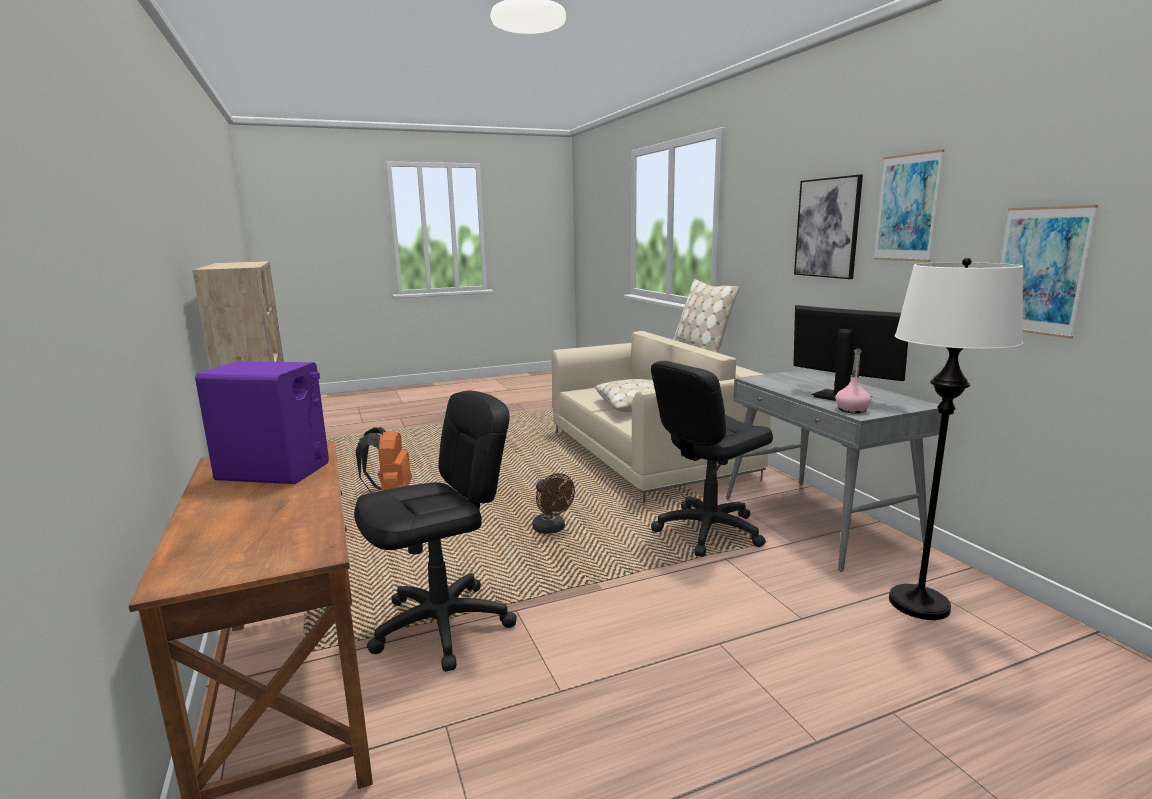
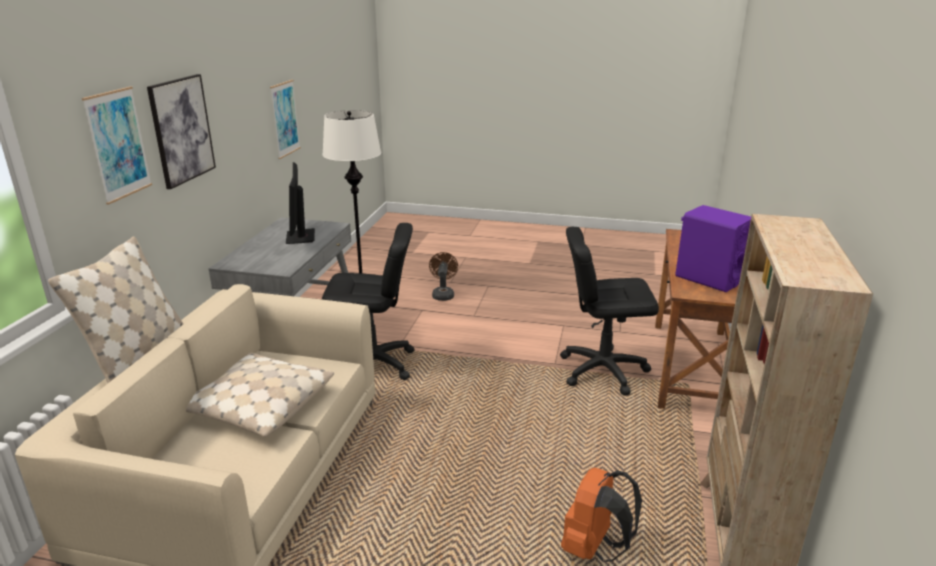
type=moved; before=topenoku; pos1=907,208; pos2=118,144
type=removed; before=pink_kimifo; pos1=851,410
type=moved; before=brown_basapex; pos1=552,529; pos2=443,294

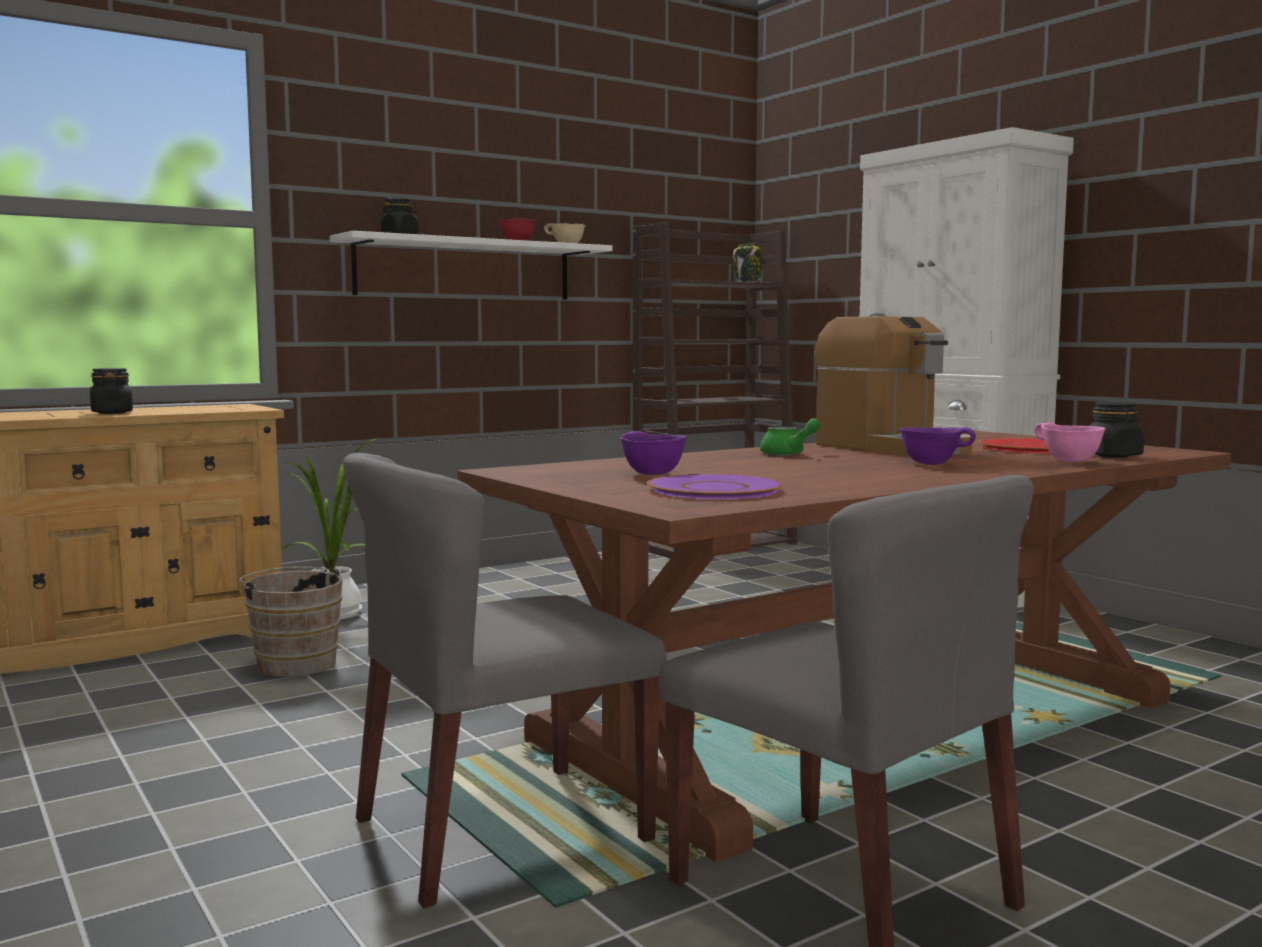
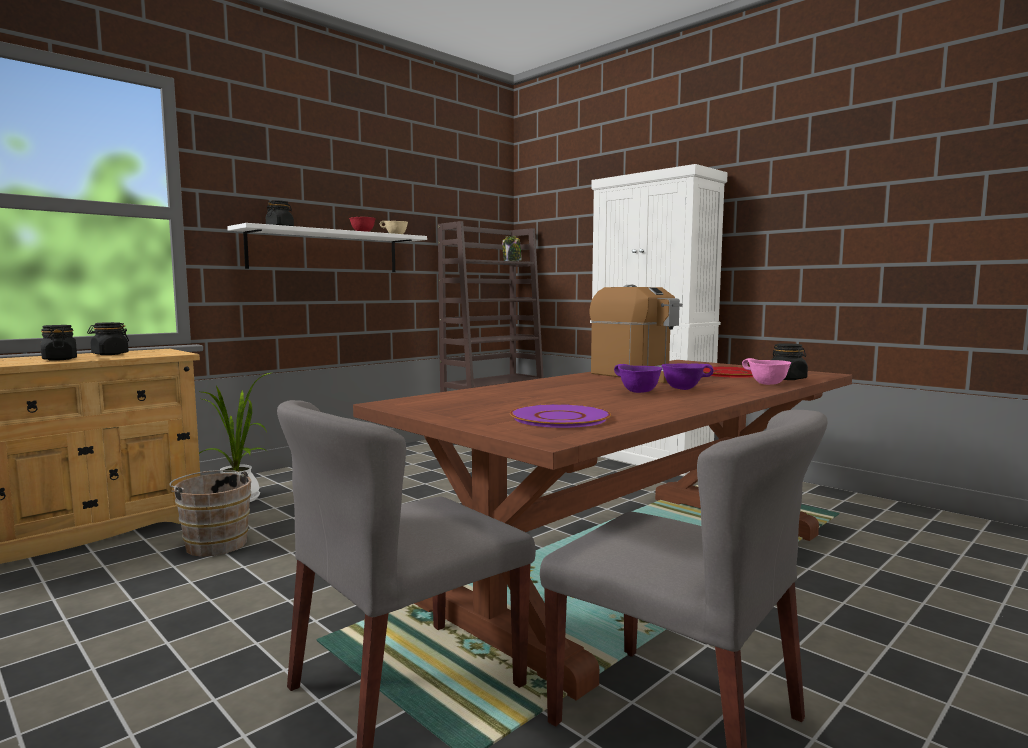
type=removed; before=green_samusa; pos1=789,454
type=moved; before=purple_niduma; pos1=650,474; pos2=637,392
type=added; after=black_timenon; pos2=110,354

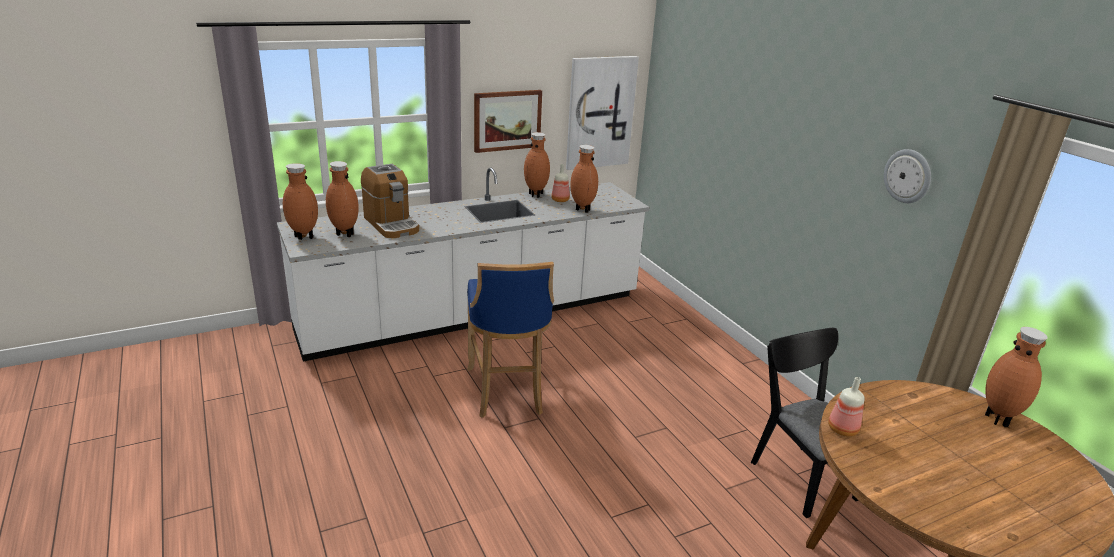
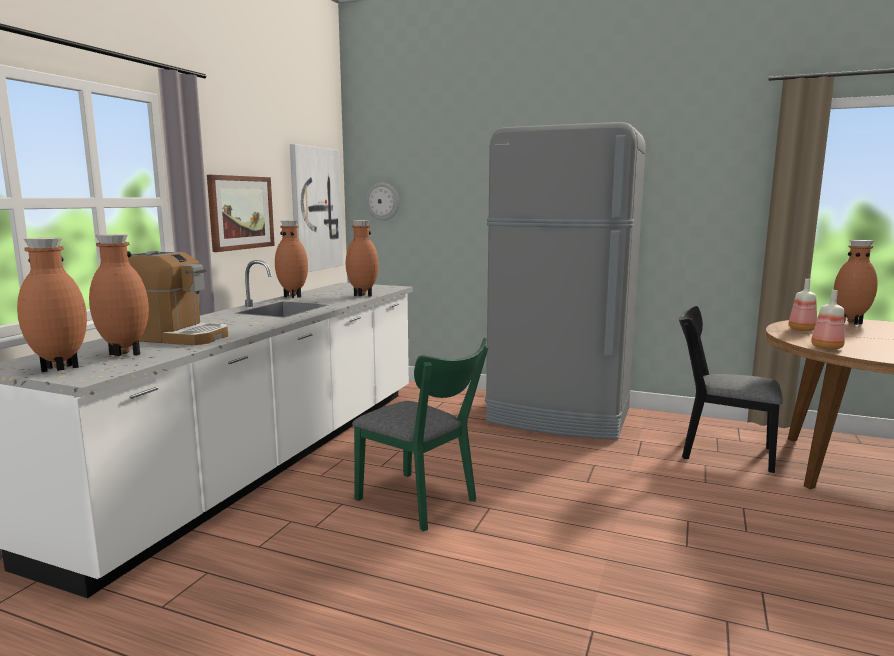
type=moved; before=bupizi; pos1=908,176; pos2=383,201
type=moved; before=kimifo; pos1=560,200; pos2=802,329
type=replaced; before=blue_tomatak; after=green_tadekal; pos1=507,392; pos2=422,502
type=added; after=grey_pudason; pos2=559,416

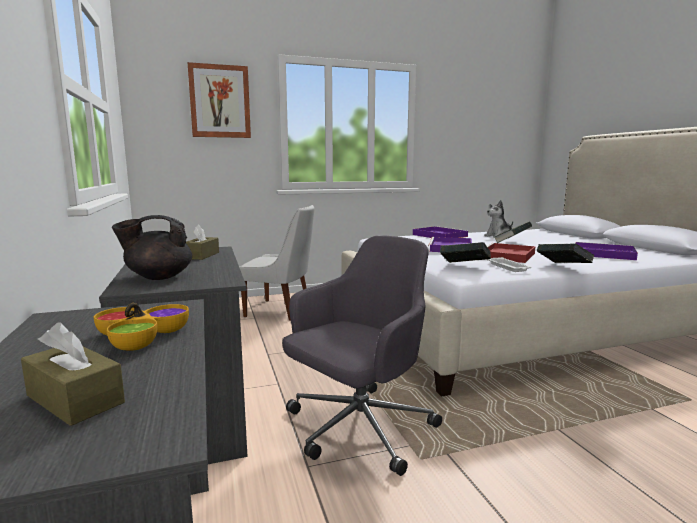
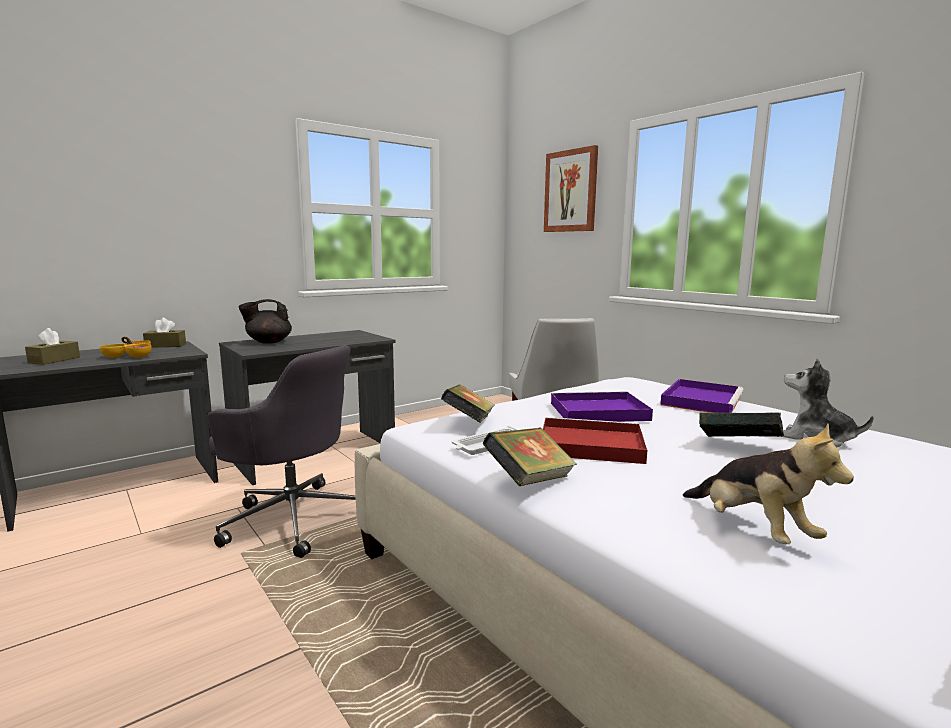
type=turned; before=black_samusa; pos1=158,277; pos2=268,342; turn=-75
type=moved; before=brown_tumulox; pos1=202,255; pos2=165,345
type=replaced; before=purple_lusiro; after=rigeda; pos1=602,254; pos2=752,530

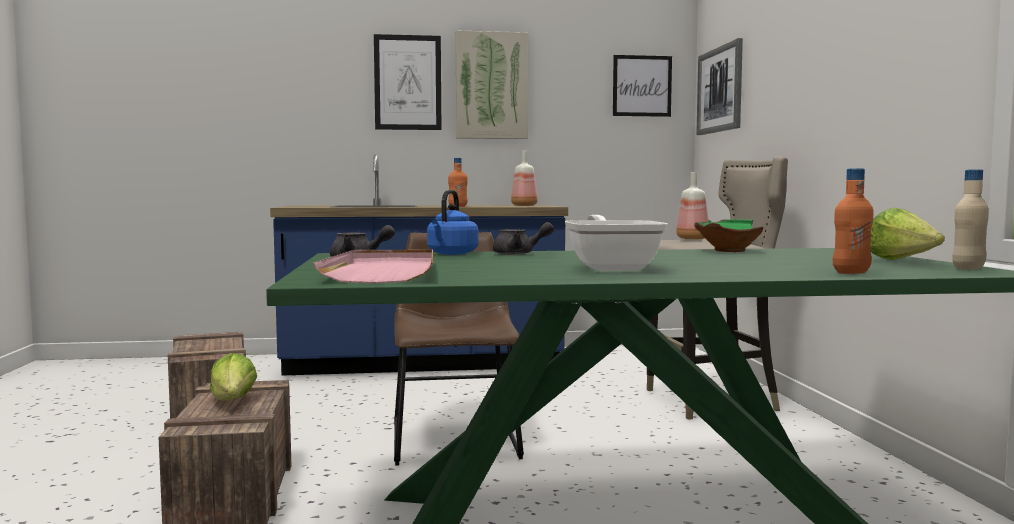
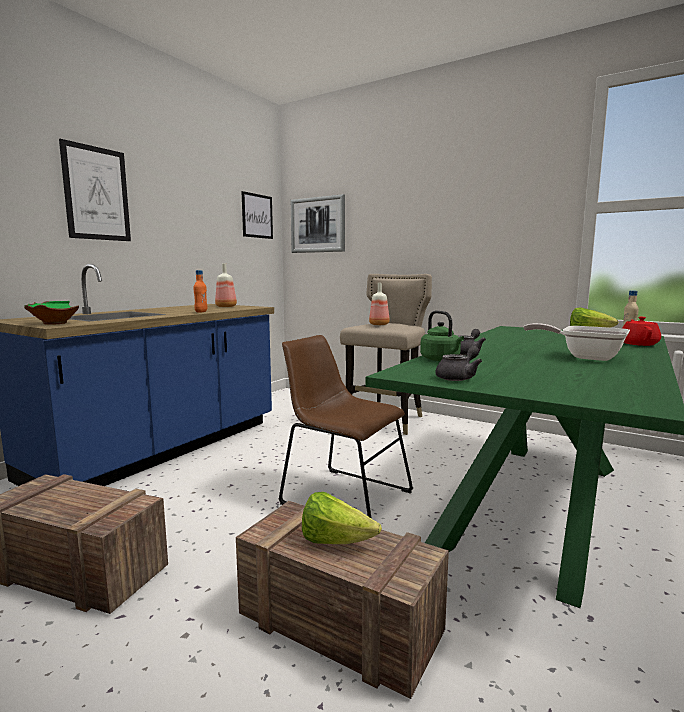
type=removed; before=topenoku; pos1=491,86
type=replaced; before=orange_kimifo; after=red_samusa; pos1=851,272; pos2=638,344
type=recoloured; before=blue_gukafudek; after=green_gukafudek; pos1=451,254; pos2=441,359
type=moved; before=green_niduma; pos1=726,251; pos2=53,323
type=removed; before=pink_lusiro; pos1=384,272

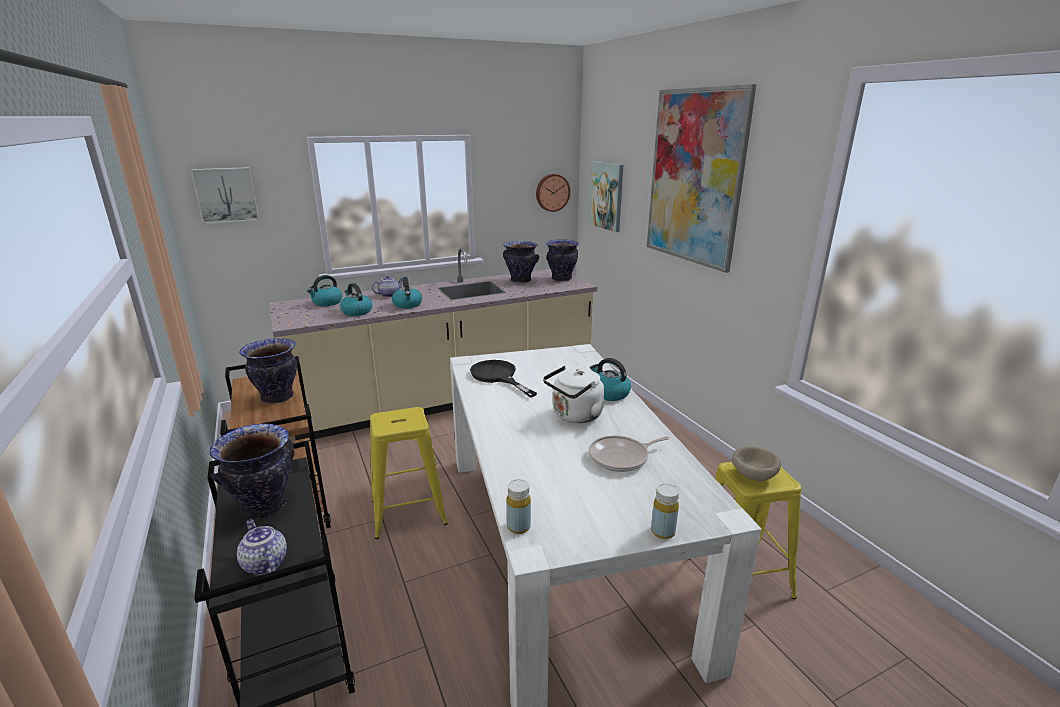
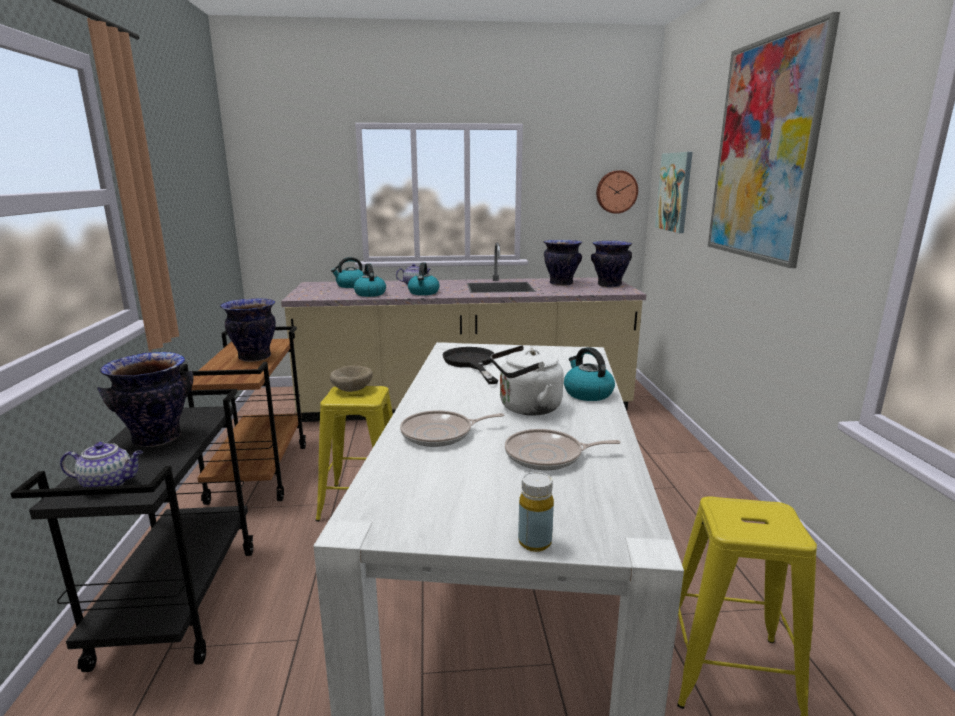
type=removed; before=topenoku; pos1=226,195
type=moved; before=beige_niduma; pos1=752,475; pos2=351,389
type=removed; before=yellow_kimifo; pos1=518,527
type=turned; before=samusa; pos1=264,563; pos2=109,484; turn=105
type=added; after=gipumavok; pos2=440,434

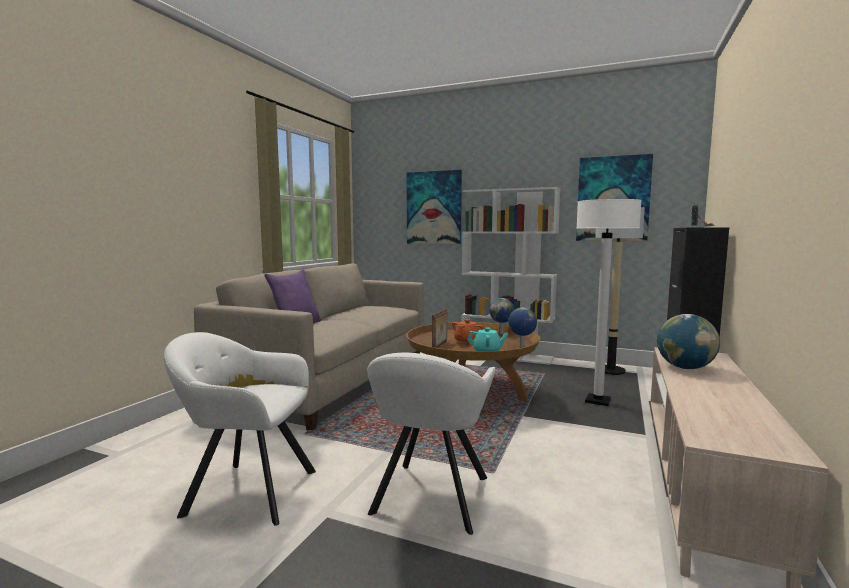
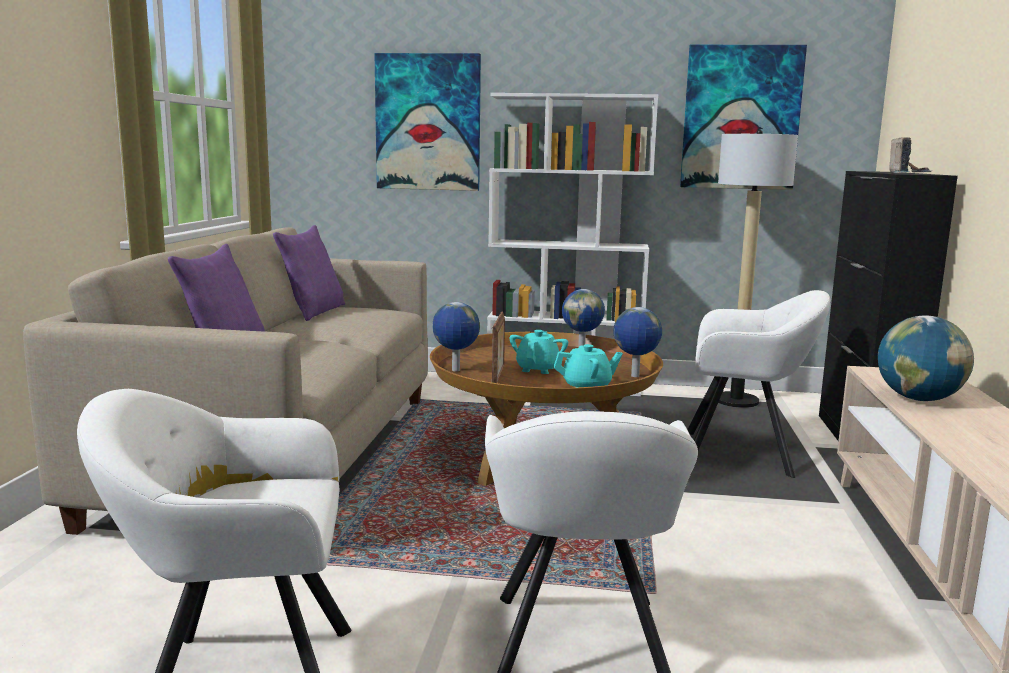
type=replaced; before=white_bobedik; after=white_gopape; pos1=598,401; pos2=744,453
type=recoloured; before=orange_samusa; after=turquoise_samusa; pos1=467,342; pos2=538,369
type=added; after=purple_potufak; pos2=313,311
type=added; after=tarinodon; pos2=455,370

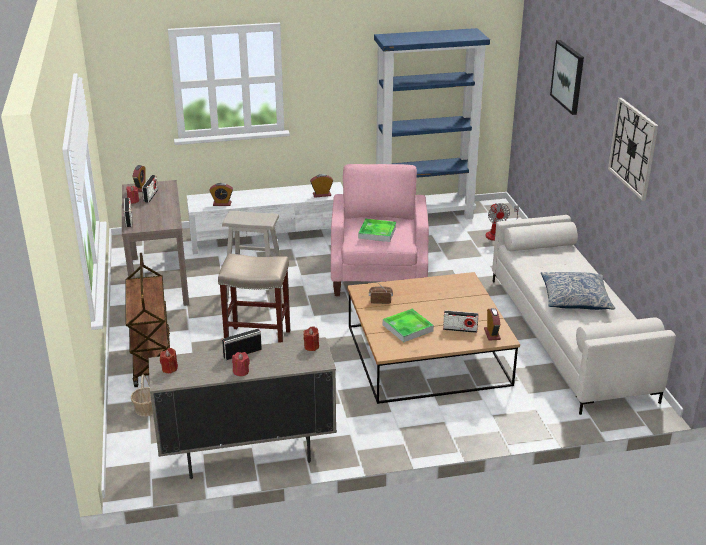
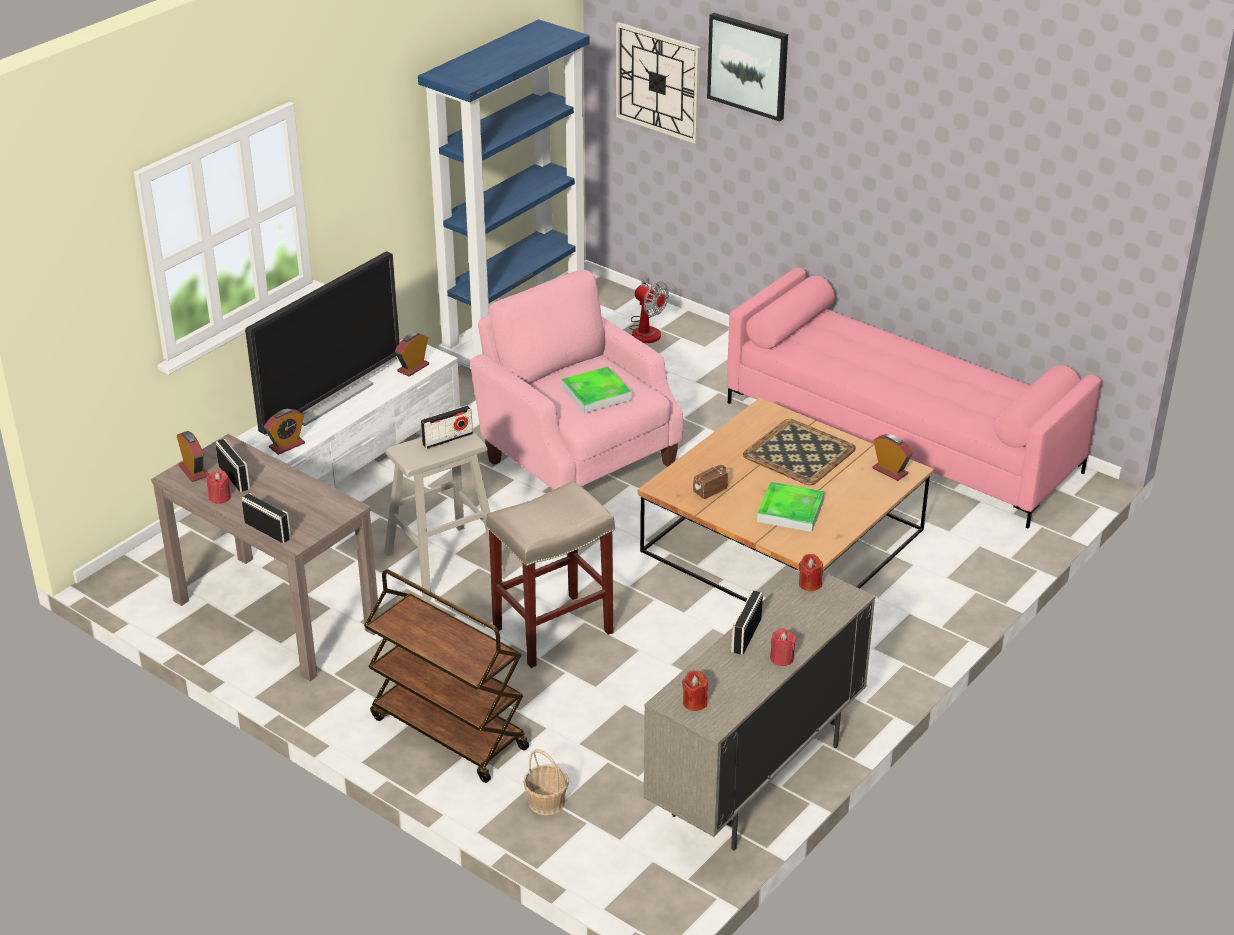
type=moved; before=bupizi; pos1=633,148; pos2=658,82
type=recoloured; before=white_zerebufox; after=pink_zerebufox; pos1=569,337; pos2=903,437
type=removed; before=potufak; pos1=575,299
type=moved; before=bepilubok; pos1=460,329; pos2=447,439
type=added; after=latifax; pos2=328,399
type=added; after=lusiro; pos2=799,453

